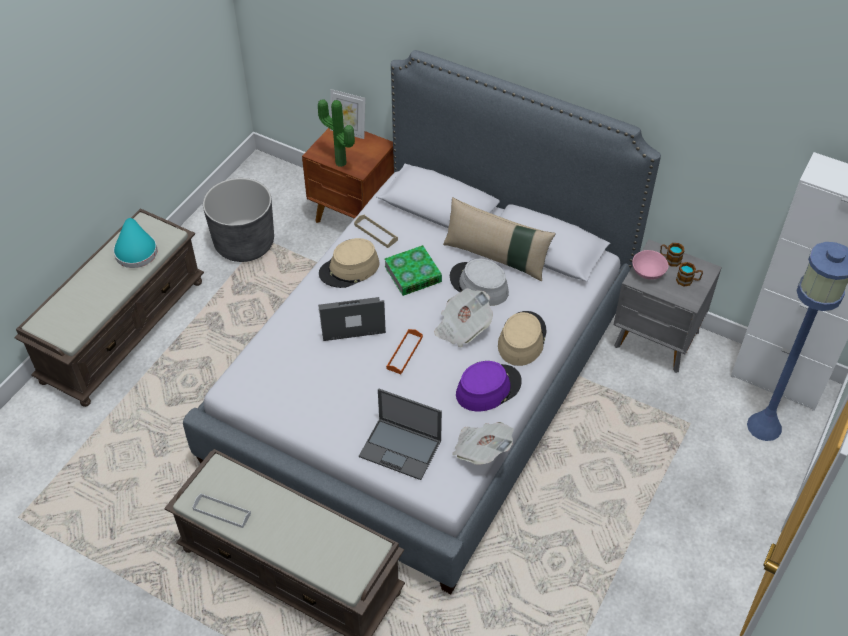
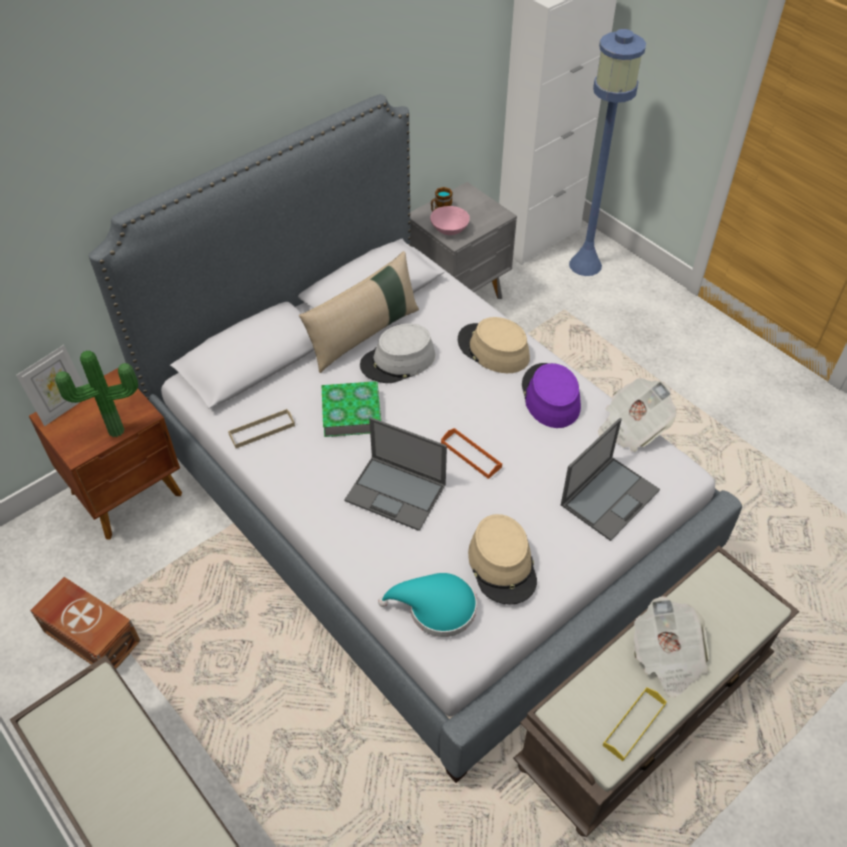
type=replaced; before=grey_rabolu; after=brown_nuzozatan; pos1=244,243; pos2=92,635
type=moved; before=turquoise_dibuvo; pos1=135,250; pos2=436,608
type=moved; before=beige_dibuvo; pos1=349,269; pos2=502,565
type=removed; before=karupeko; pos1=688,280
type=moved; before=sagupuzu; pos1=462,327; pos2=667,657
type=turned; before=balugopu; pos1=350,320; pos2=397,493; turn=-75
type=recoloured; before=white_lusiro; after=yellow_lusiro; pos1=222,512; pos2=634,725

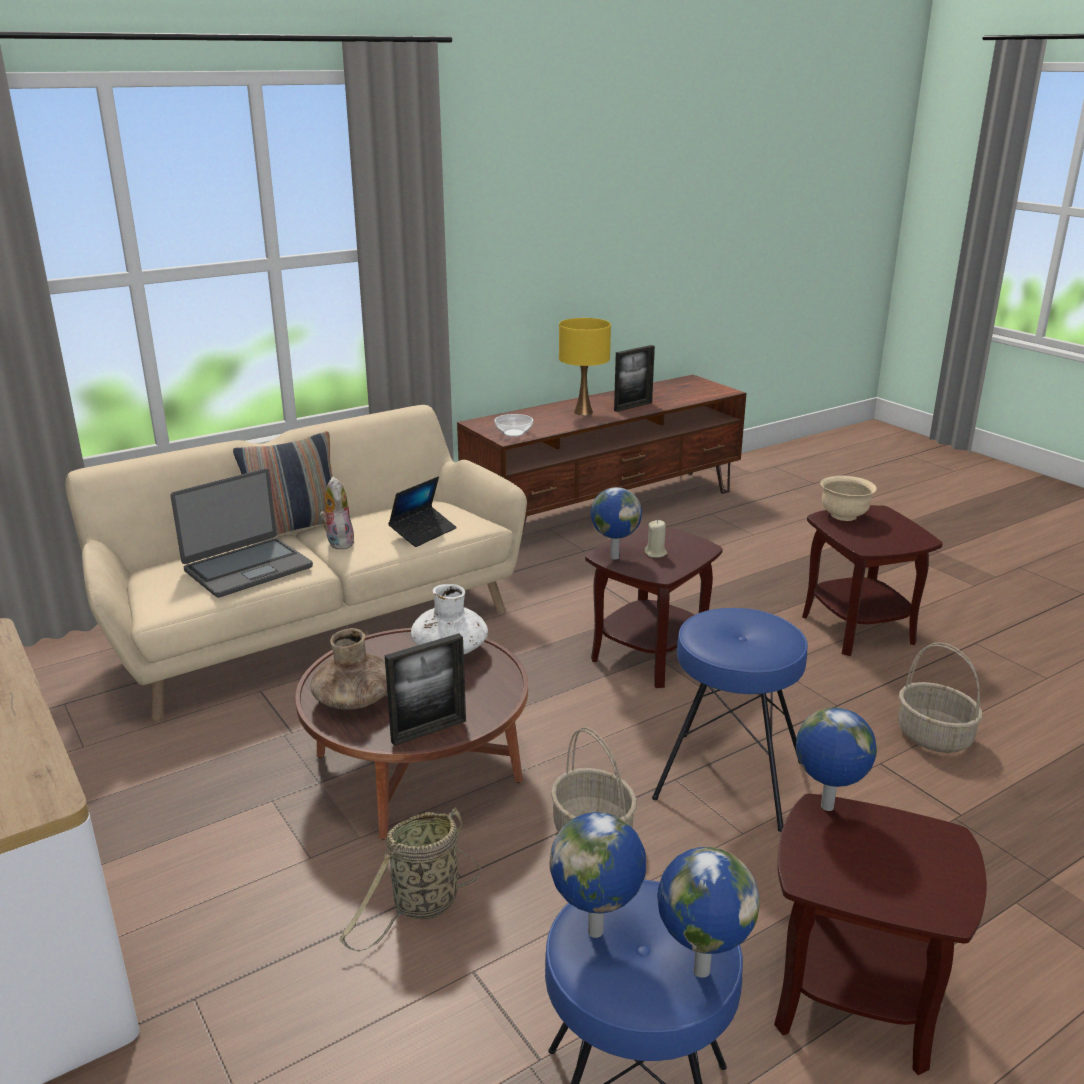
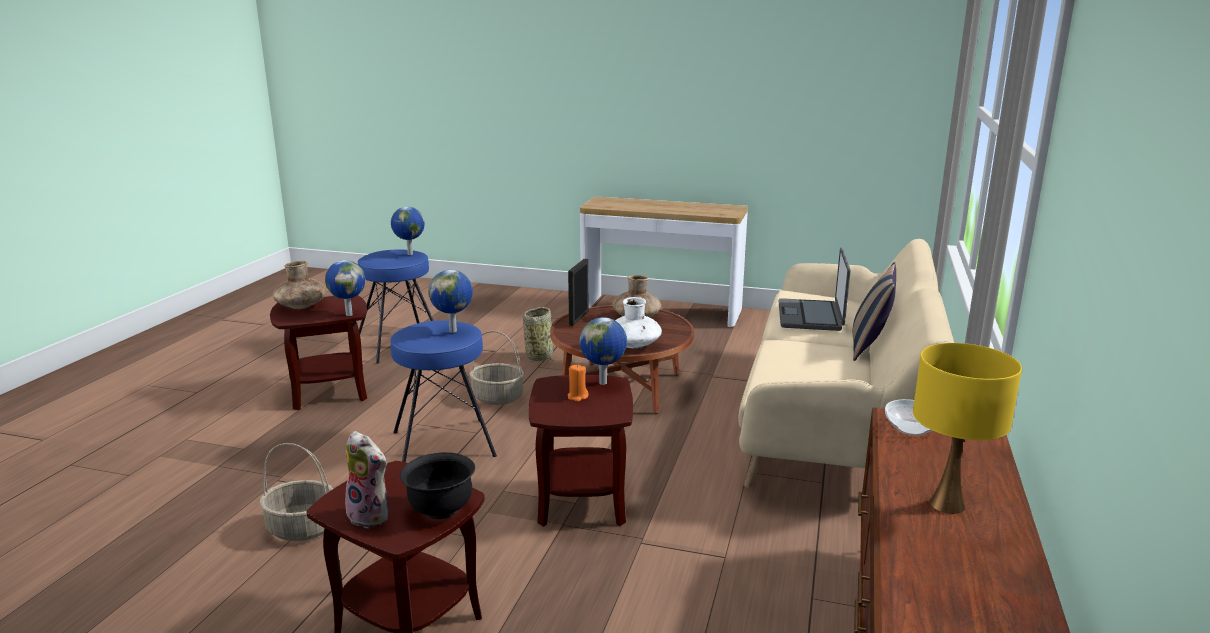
type=removed; before=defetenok; pos1=633,406
type=recoloured; before=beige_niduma; after=black_niduma; pos1=844,516; pos2=440,509
type=moved; before=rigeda; pos1=338,542; pos2=372,515
type=removed; before=balugopu; pos1=423,532
type=recoloured; before=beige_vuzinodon; after=orange_vuzinodon; pos1=656,553; pos2=577,397
type=moved; before=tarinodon; pos1=699,970; pos2=454,331
type=added; after=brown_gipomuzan; pos2=301,306

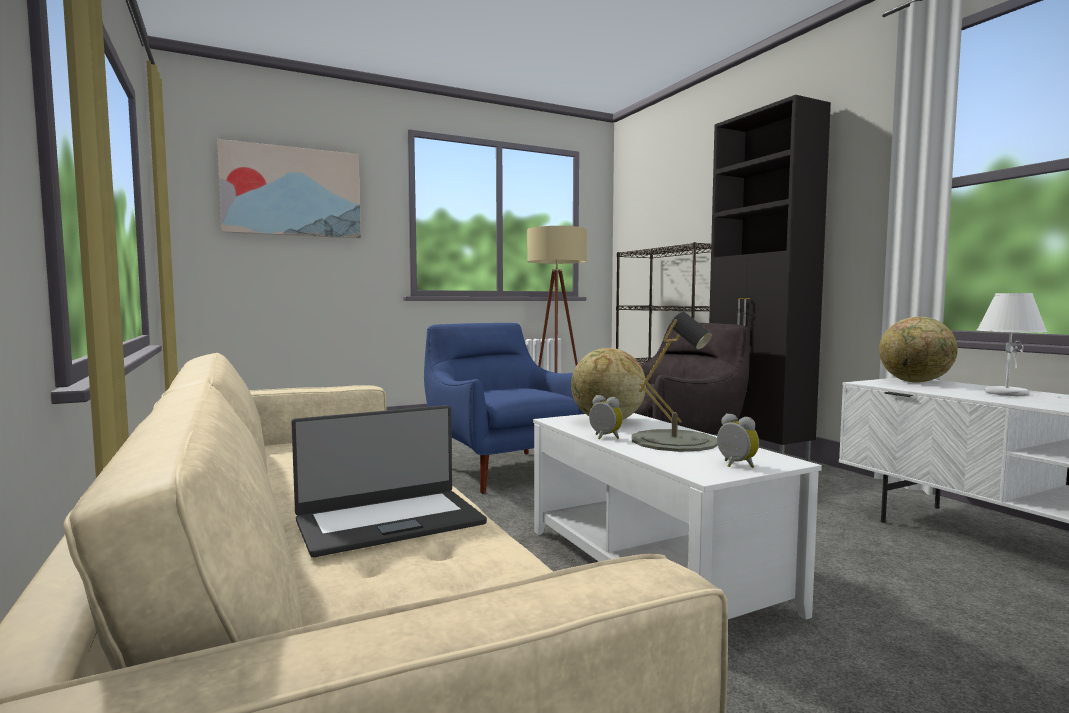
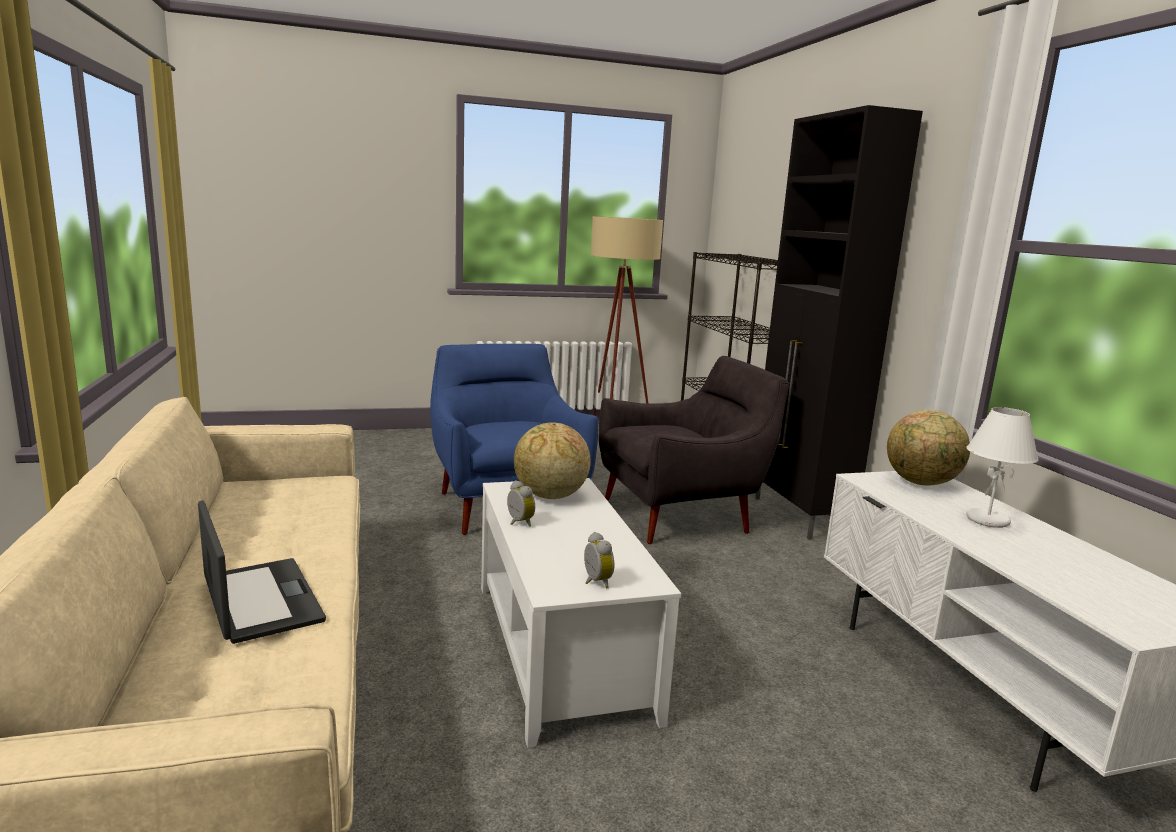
type=removed; before=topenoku; pos1=292,192
type=removed; before=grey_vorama; pos1=674,441
type=turned; before=balugopu; pos1=389,521; pos2=260,600; turn=-105

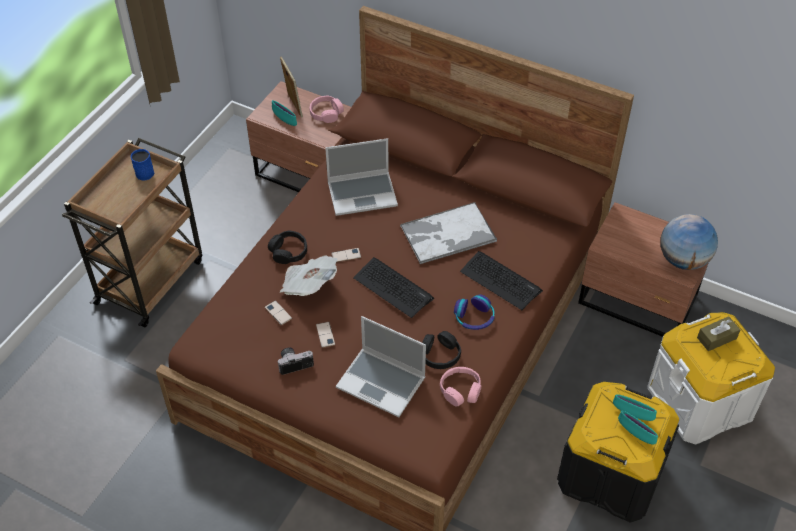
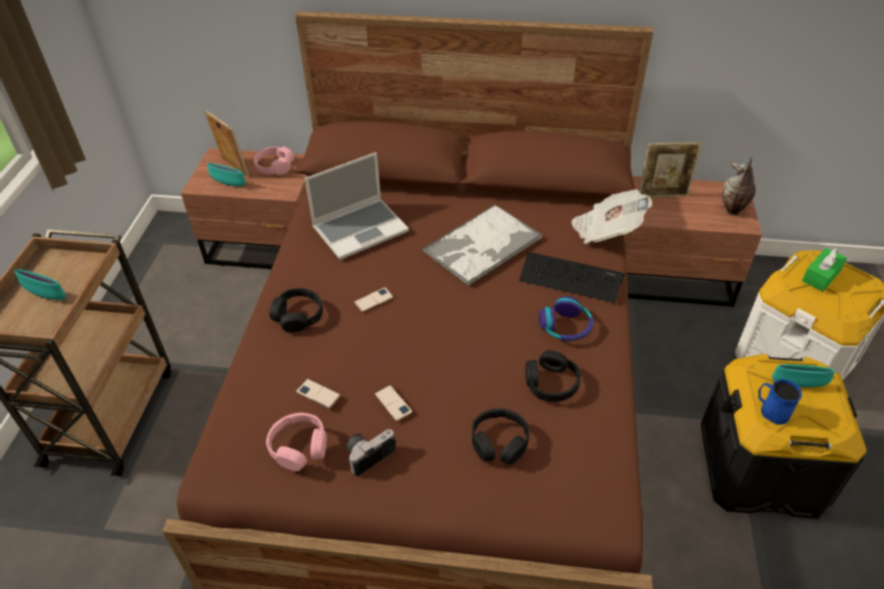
type=moved; before=blue_karupeko; pos1=144,171; pos2=771,410
type=replaced; before=tarinodon; after=gipomuzan; pos1=683,260; pos2=732,210
type=moved; before=sagupuzu; pos1=309,285; pos2=606,231
type=removed; before=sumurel; pos1=393,288
type=replaced; before=balugopu; after=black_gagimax; pos1=382,383; pos2=499,442
type=recoloured; before=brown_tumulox; after=green_tumulox; pos1=716,338; pos2=821,276
type=moved; before=pink_gagimax; pos1=460,390; pos2=299,447
type=moved; before=turquoise_niduma; pos1=635,434; pos2=46,295
type=added; after=defetenok; pos2=662,195

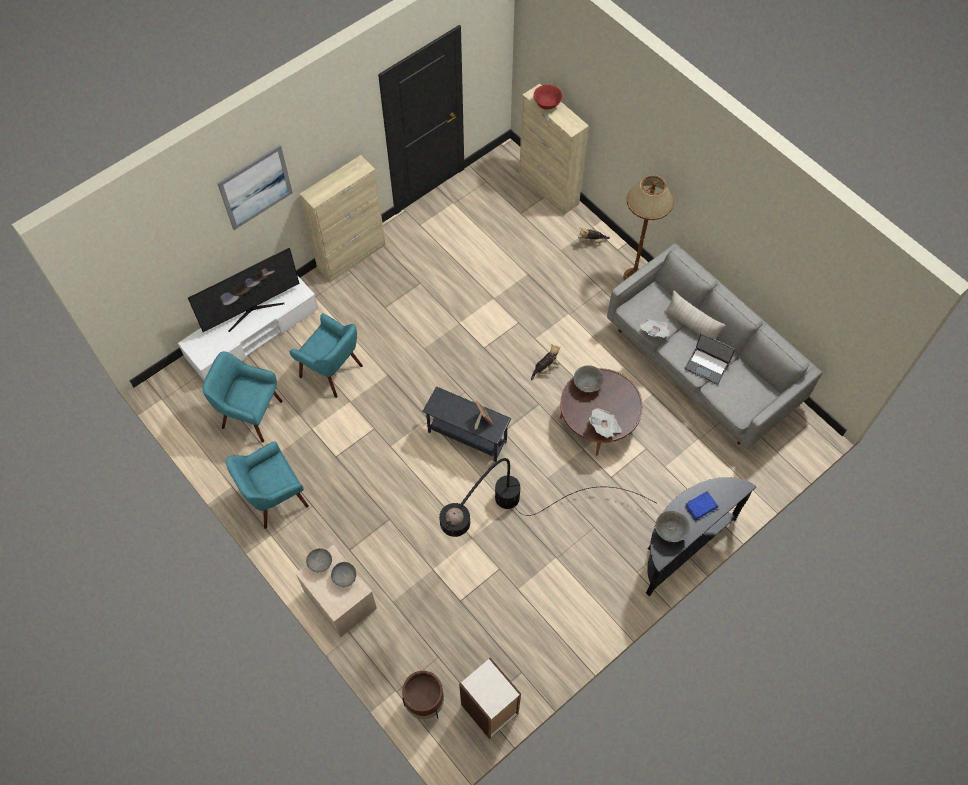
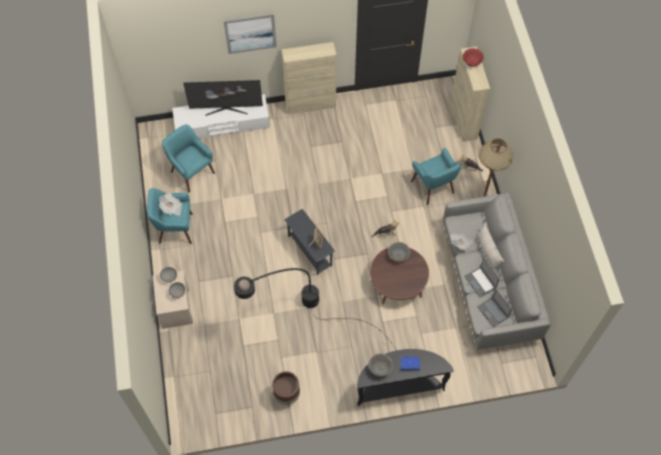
type=moved; before=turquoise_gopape; pos1=332,371; pos2=433,187
type=moved; before=sagupuzu; pos1=604,427; pos2=172,208
type=removed; before=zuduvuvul; pos1=490,710
type=moved; before=brown_rabolu; pos1=425,702; pos2=287,395
type=added; after=balugopu; pos2=493,312

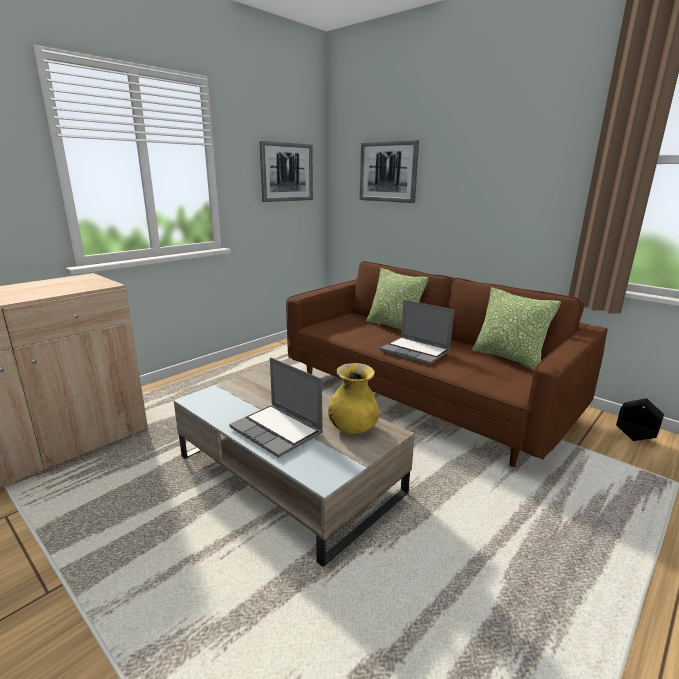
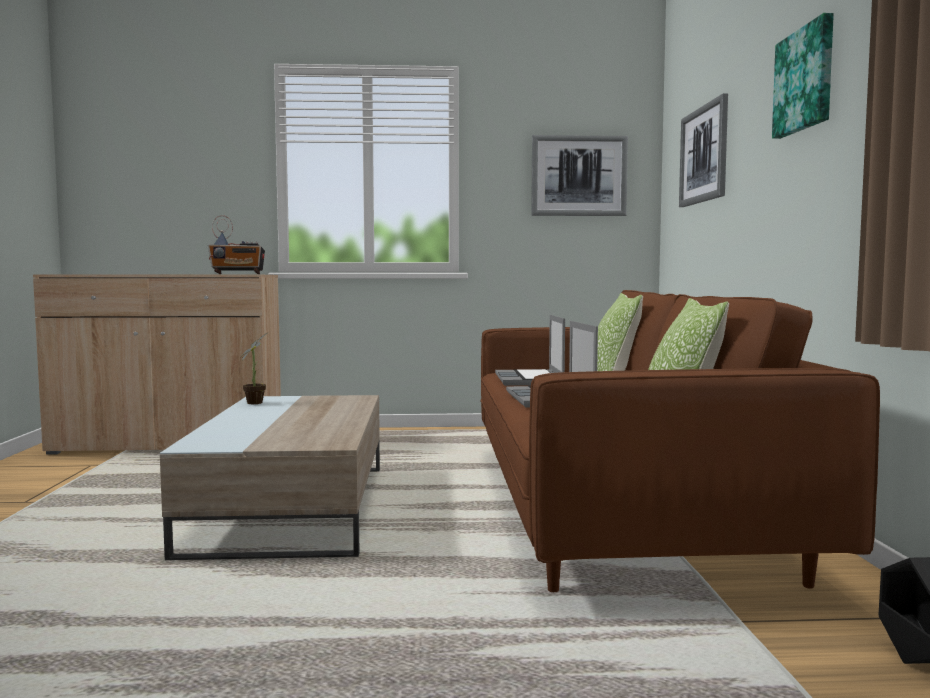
type=moved; before=balugopu; pos1=278,431; pos2=530,380
type=removed; before=yellow_gipomuzan; pos1=353,428
type=added; after=topenoku; pos2=805,80
type=added; after=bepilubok; pos2=238,274
type=added; after=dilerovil; pos2=256,402

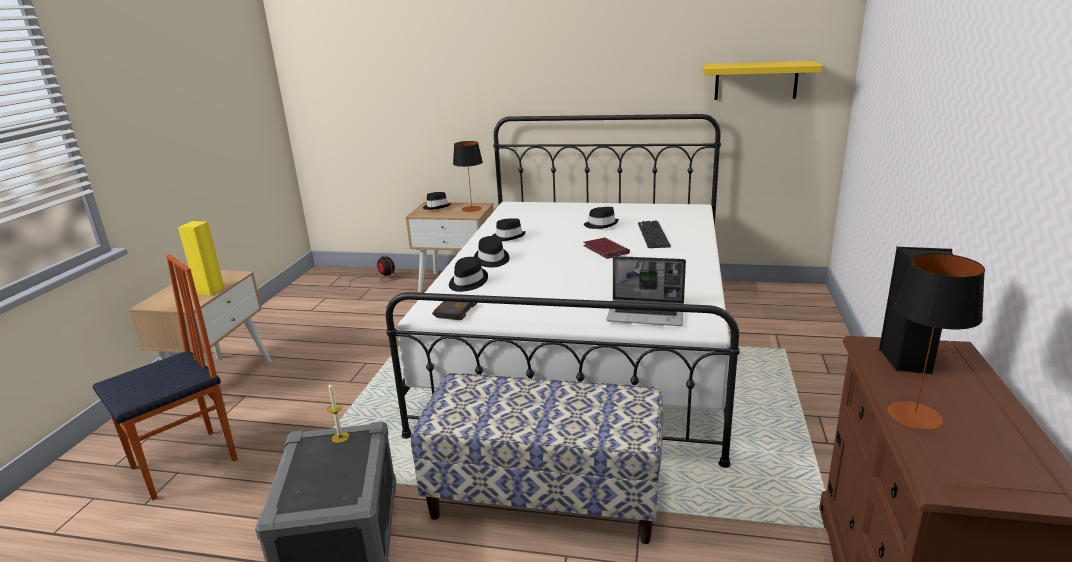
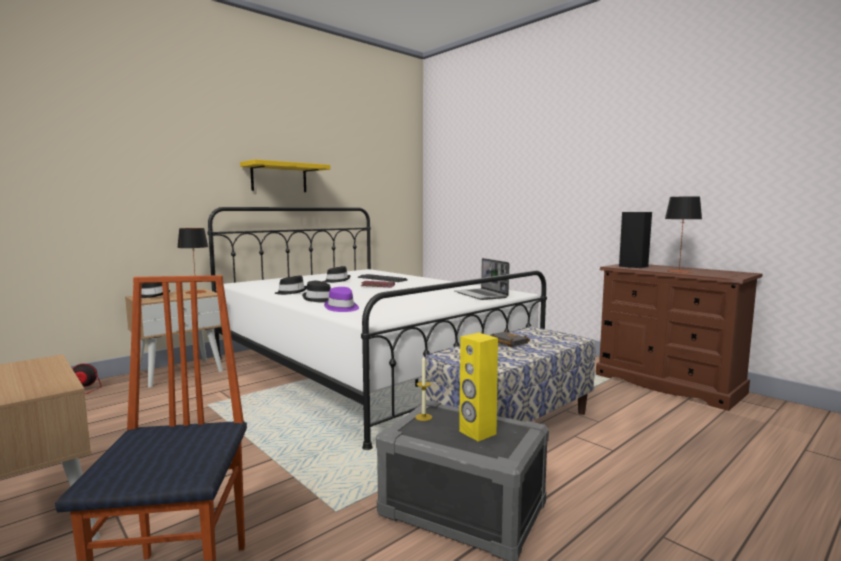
type=moved; before=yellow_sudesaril; pos1=756,80; pos2=279,178
type=moved; before=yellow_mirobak; pos1=210,290; pos2=477,433
type=turned; before=balugopu; pos1=647,314; pos2=481,295; turn=105
type=recoloured; before=black_dibuvo; after=purple_dibuvo; pos1=467,282; pos2=342,308
type=moved; before=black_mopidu; pos1=454,311; pos2=507,342

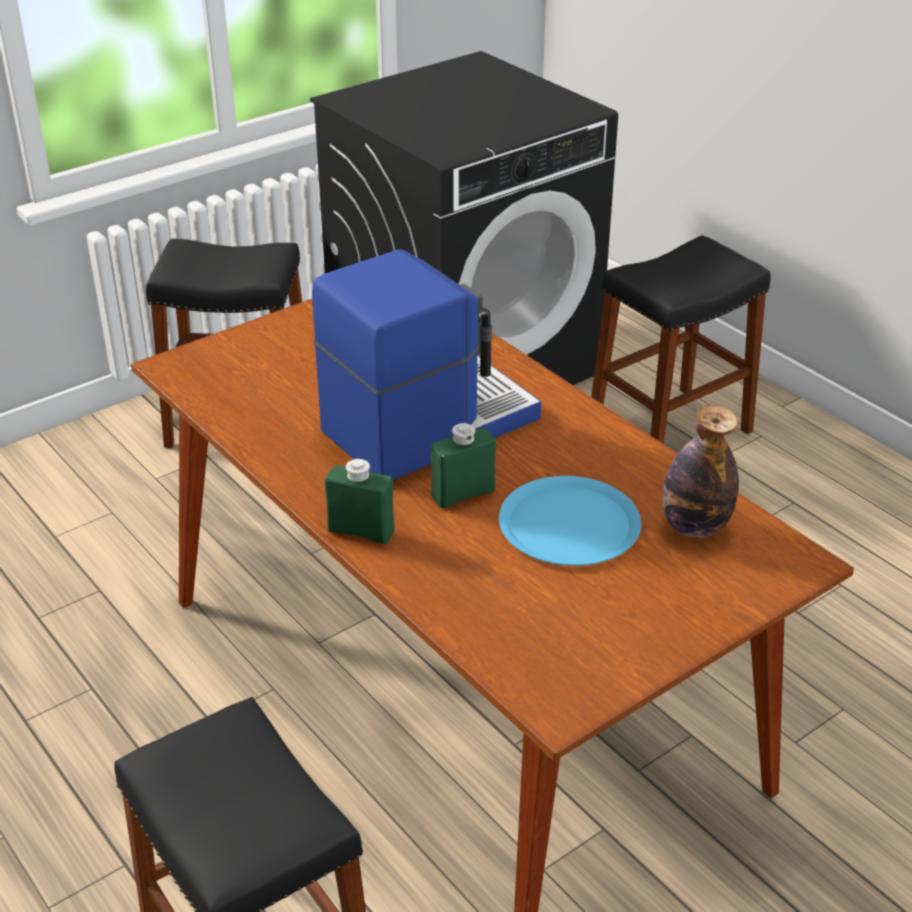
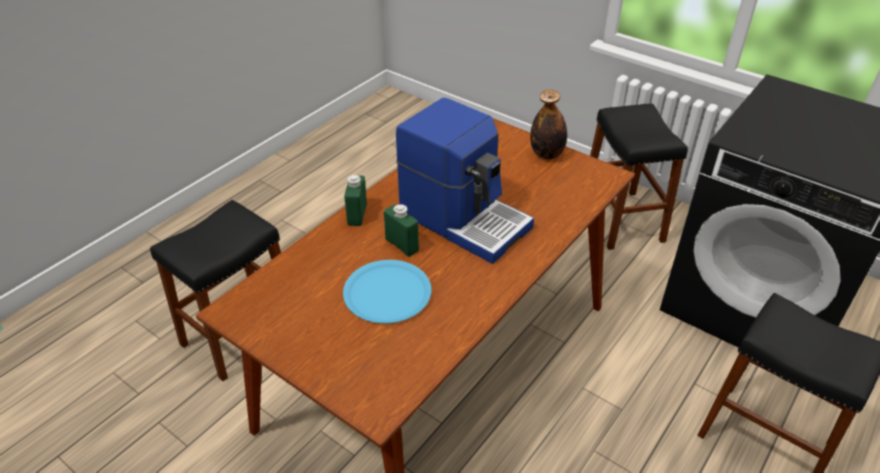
type=moved; before=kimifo; pos1=694,527; pos2=546,154

